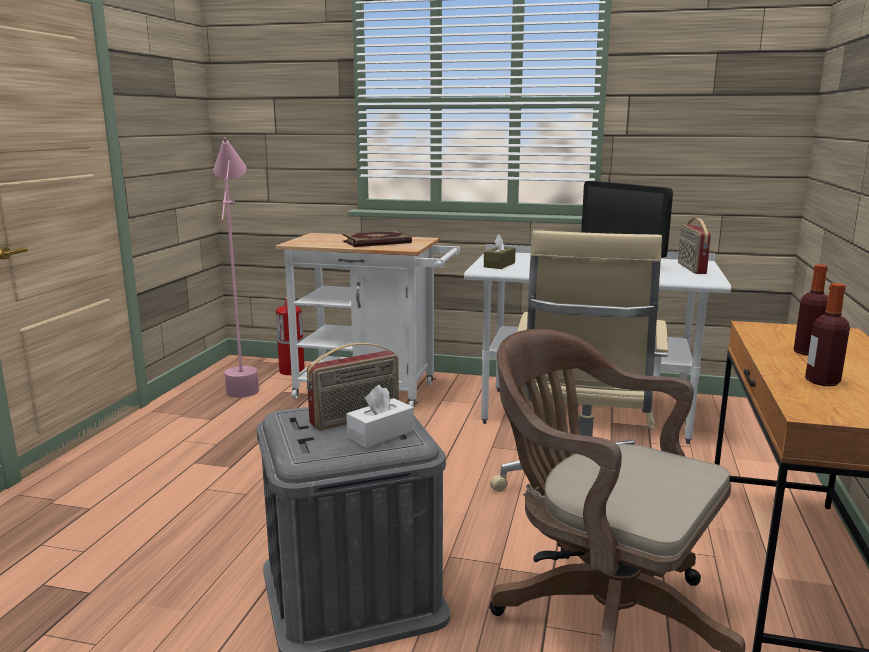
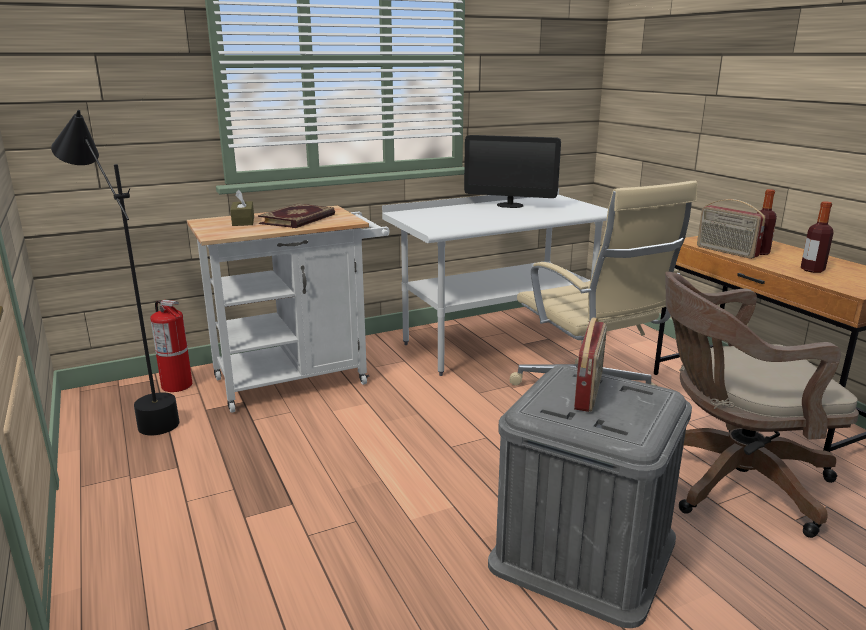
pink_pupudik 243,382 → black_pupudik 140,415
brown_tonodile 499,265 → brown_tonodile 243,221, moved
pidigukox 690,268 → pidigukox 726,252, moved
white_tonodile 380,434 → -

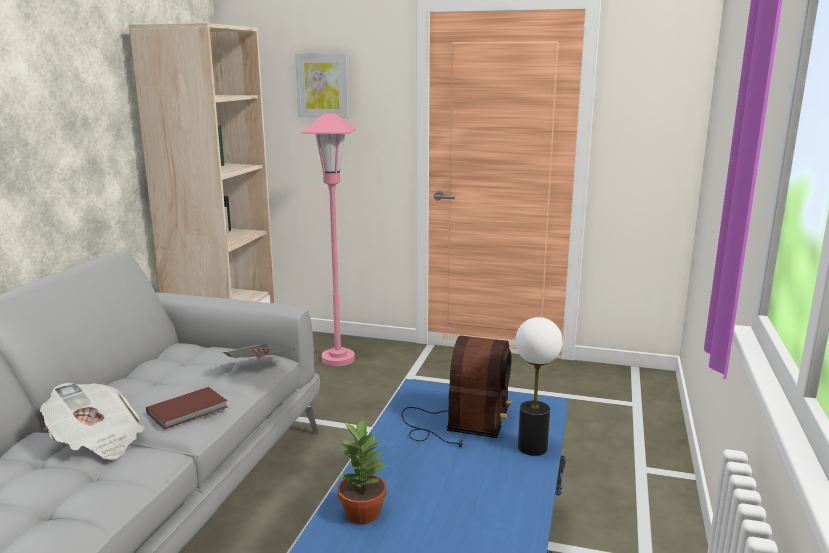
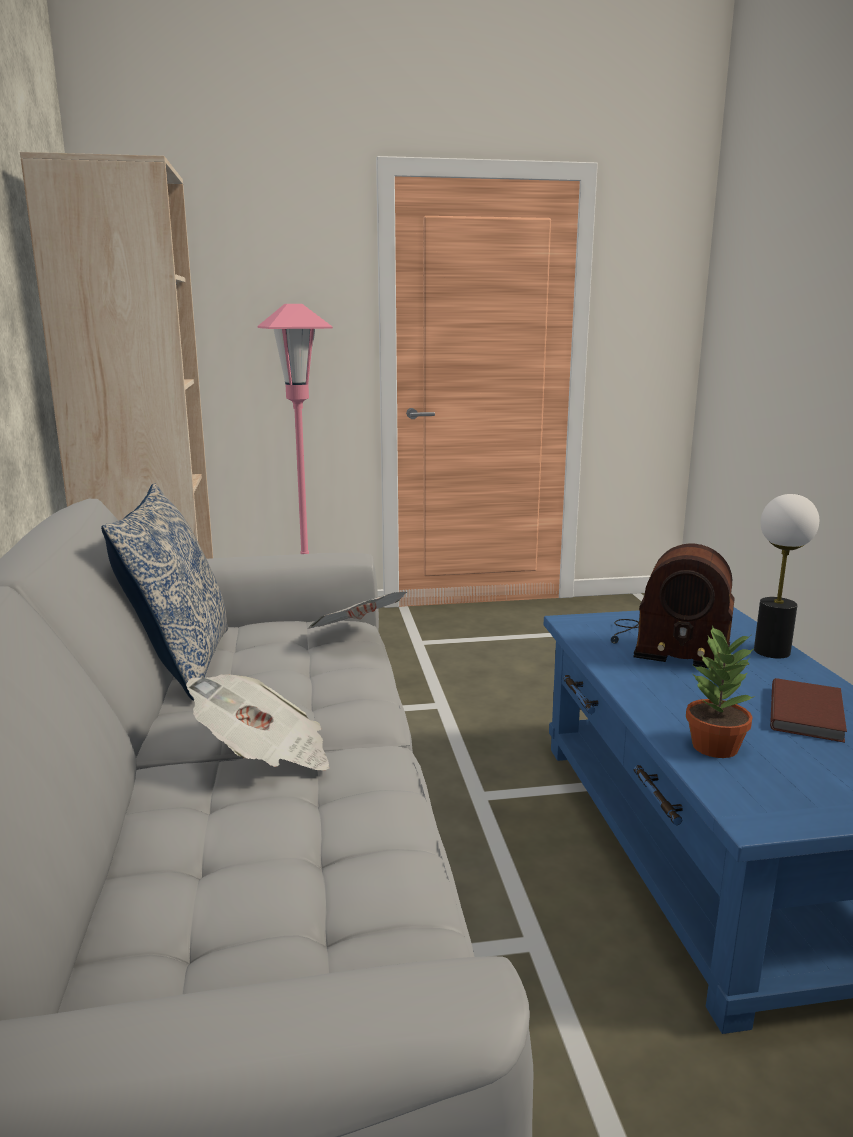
- → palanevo 180,663
pidigukox 458,423 → pidigukox 668,645, 120 degrees clockwise
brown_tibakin 189,410 → brown_tibakin 808,713, moved
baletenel 323,85 → -

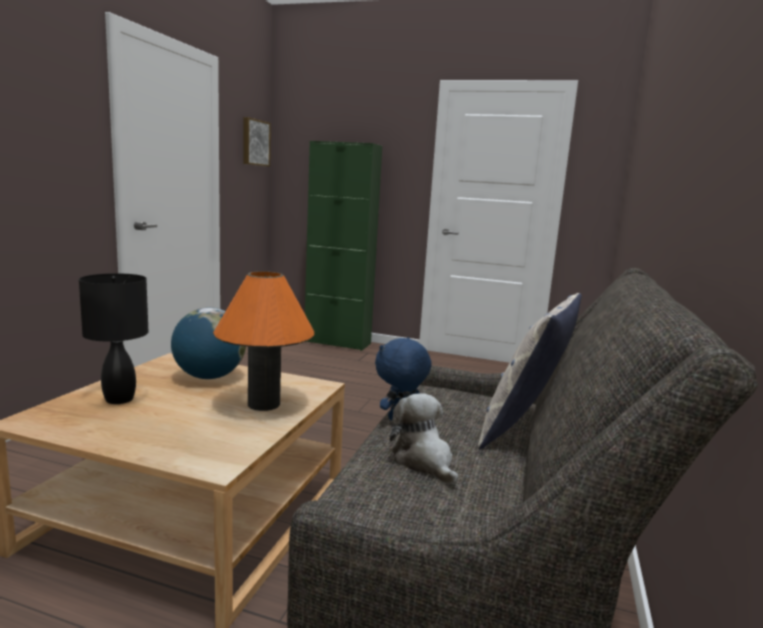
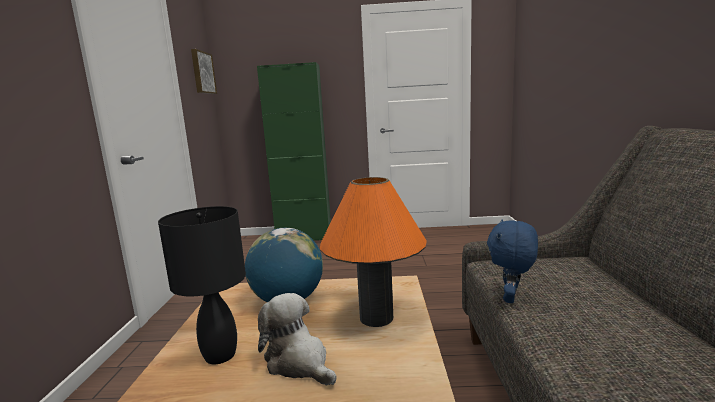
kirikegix 424,461 → kirikegix 299,362, moved
palanevo 523,429 → -

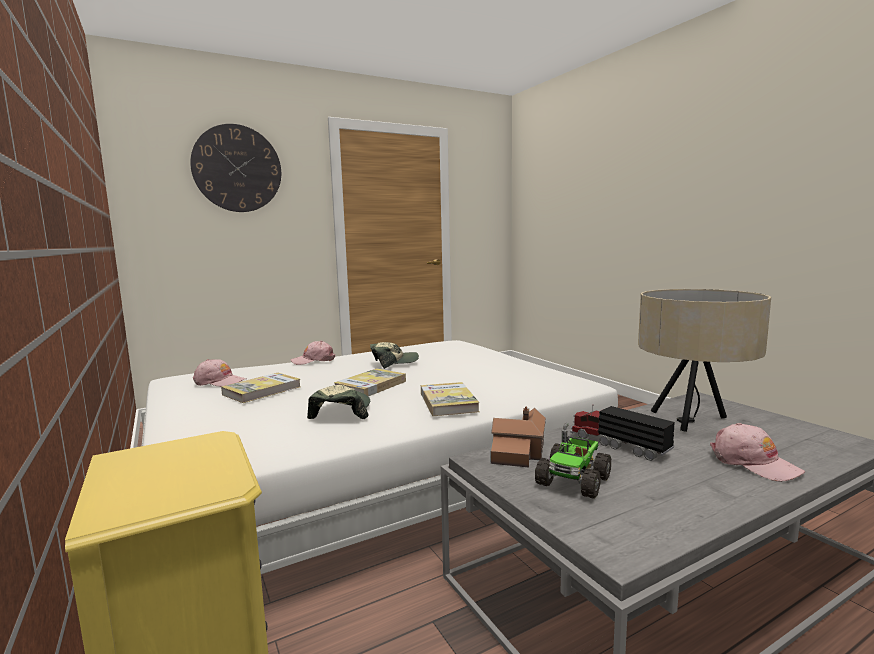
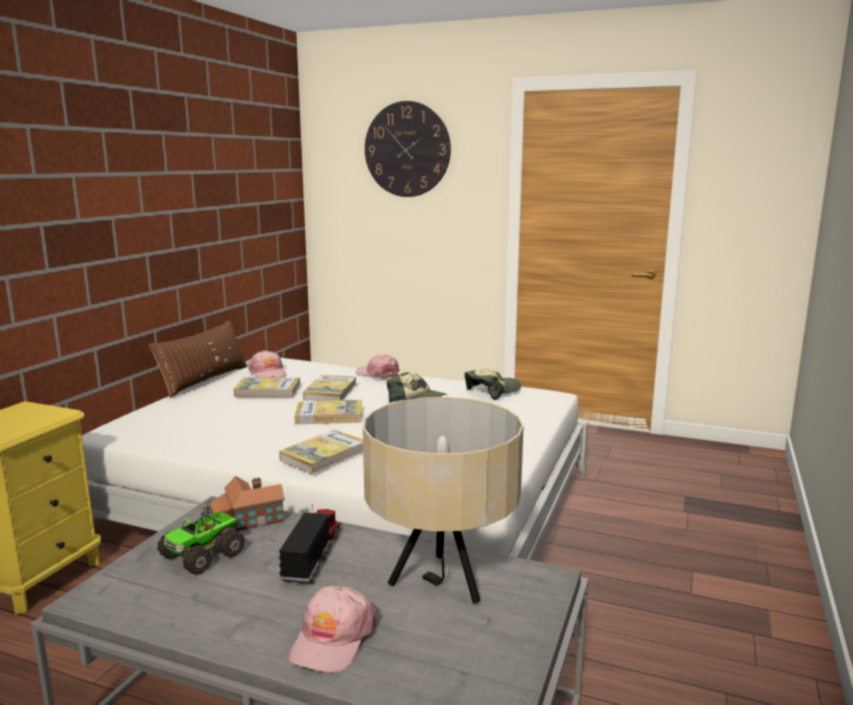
- → brown_palanevo 204,380
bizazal 574,480 → bizazal 203,555, 45 degrees counterclockwise
- → tibakin 330,391
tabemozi 341,412 → tabemozi 492,391, moved

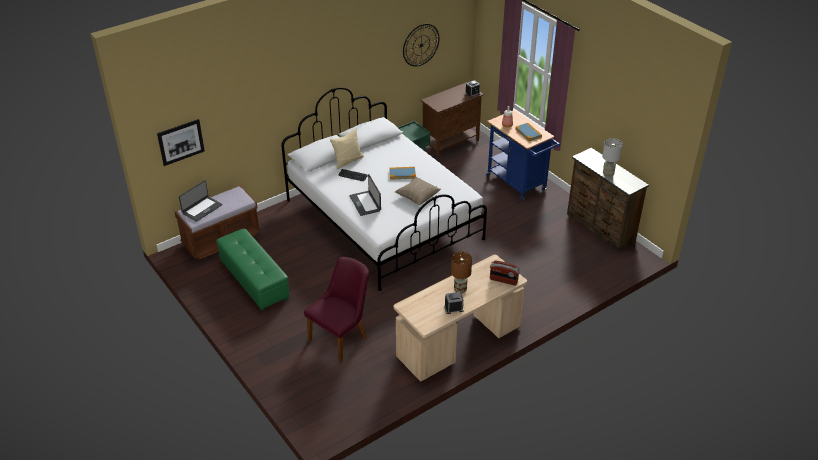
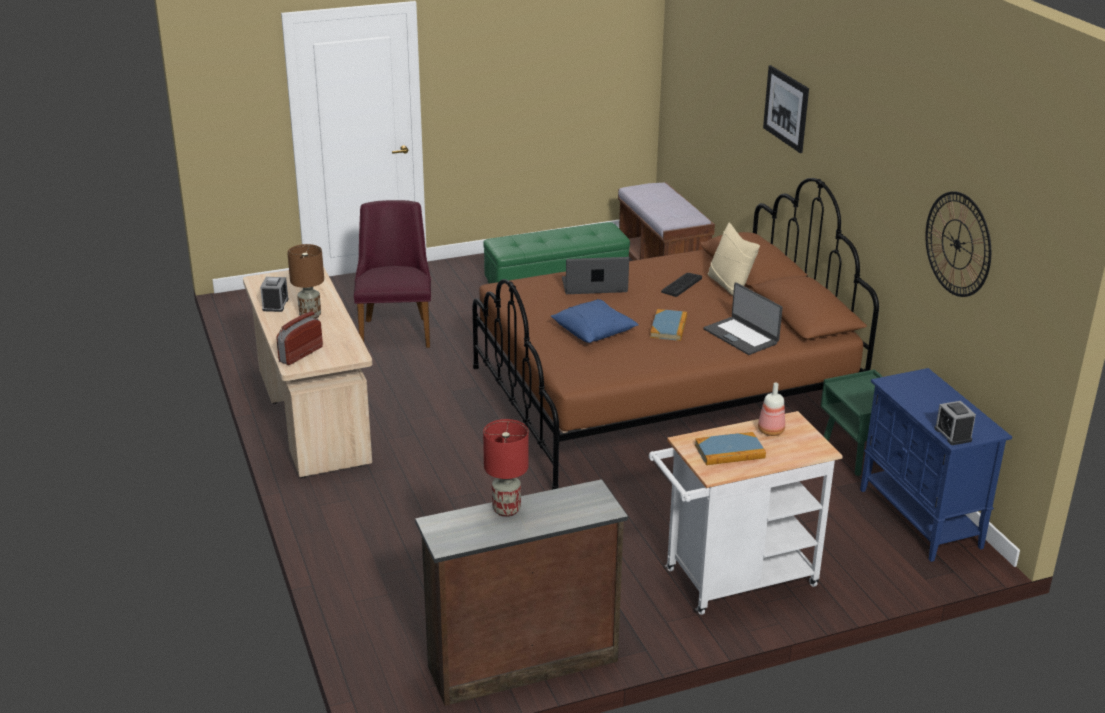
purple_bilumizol 342,336 → purple_bilumizol 396,329, 150 degrees counterclockwise
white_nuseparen 383,220 → brown_nuseparen 661,398
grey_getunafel 608,174 → red_getunafel 506,510
beige_palanevo 417,196 → blue_palanevo 594,331
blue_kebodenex 519,184 → white_kebodenex 732,581
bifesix 201,209 → bifesix 741,336, moved
baletenel 181,142 → baletenel 786,108, moved
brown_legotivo 451,143 → blue_legotivo 921,519

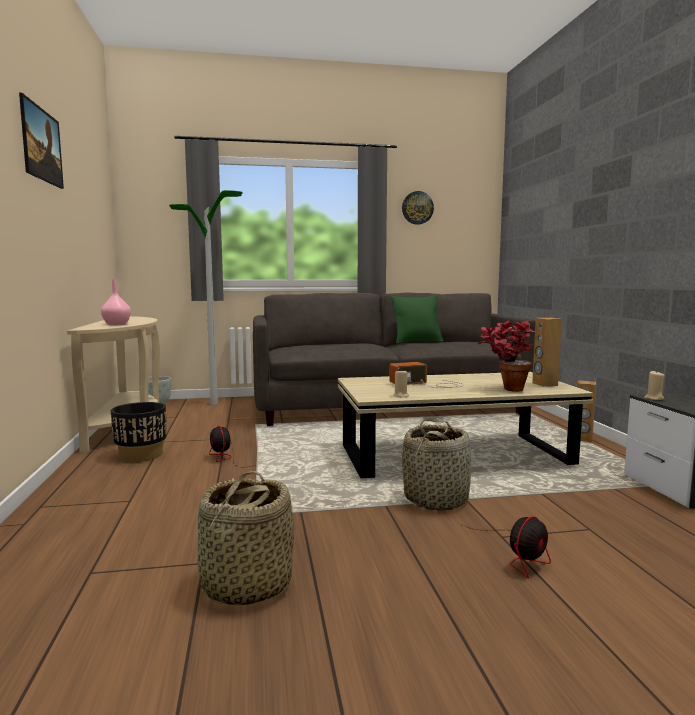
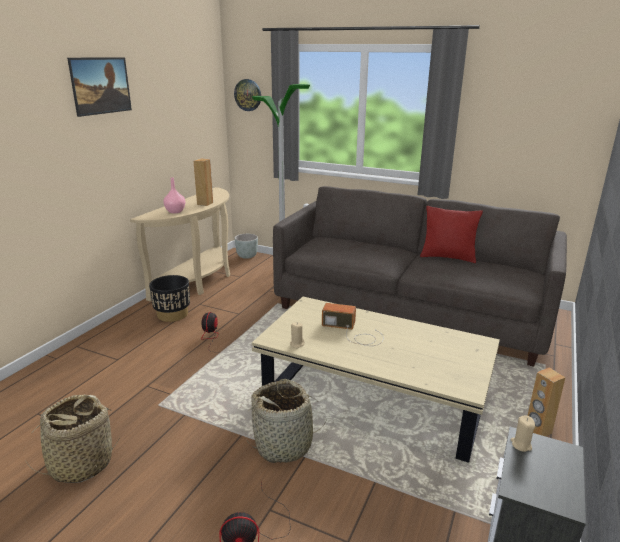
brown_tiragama 544,384 → brown_tiragama 205,203, moved
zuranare 417,208 → zuranare 248,95, moved
green_palanevo 417,342 → red_palanevo 447,257
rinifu 505,389 → -

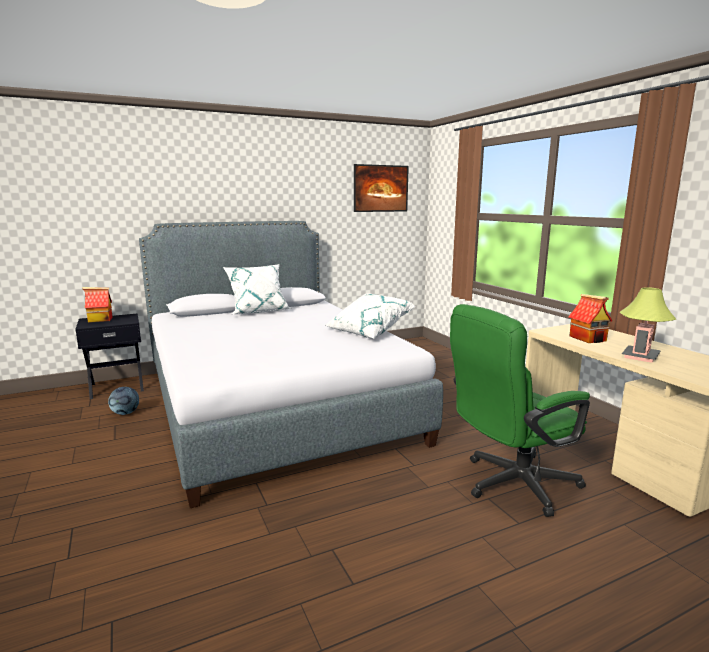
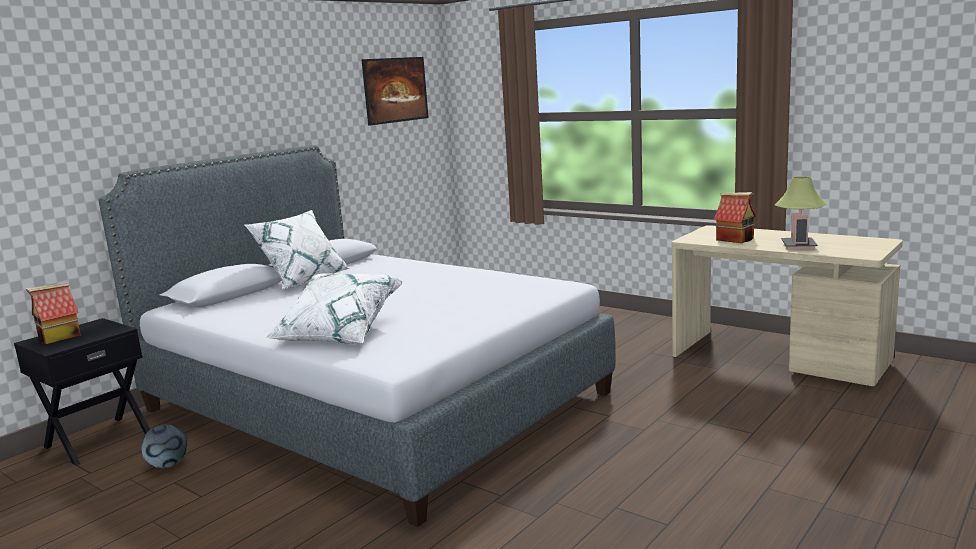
white_palanevo 368,331 → white_palanevo 337,332, moved
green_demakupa 510,485 → -

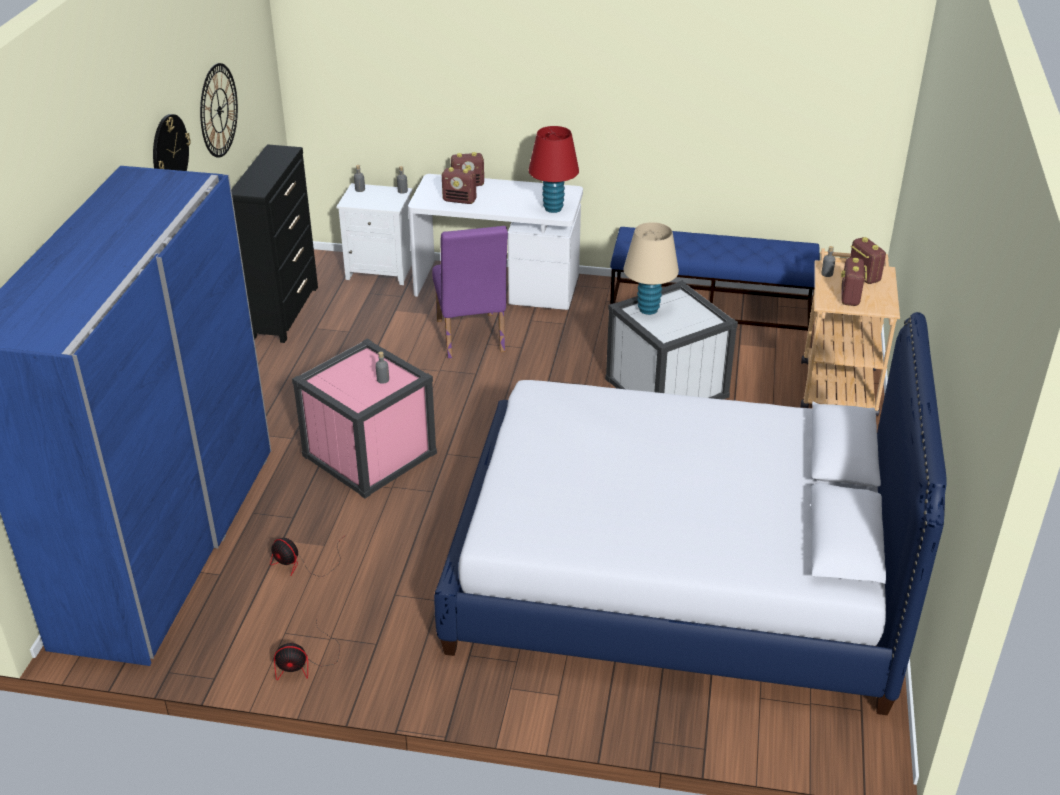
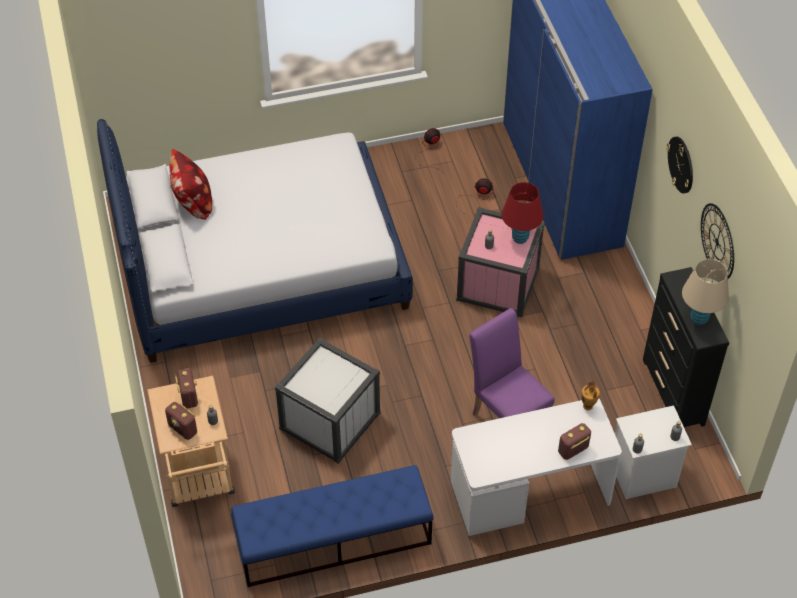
- → palanevo 193,202
red_getunafel 553,208 → red_getunafel 520,238, moved
- → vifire 588,407
beige_getunafel 648,309 → beige_getunafel 699,319, moved
pidigukox 460,200 → -

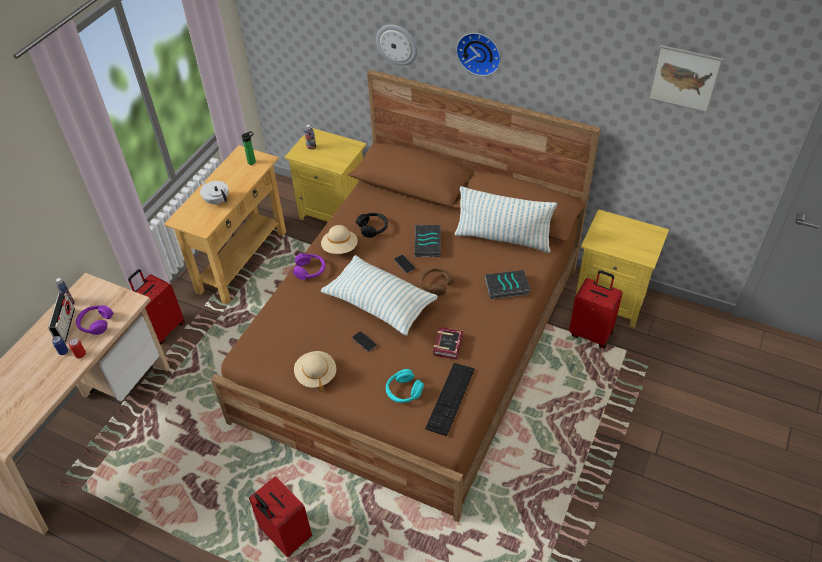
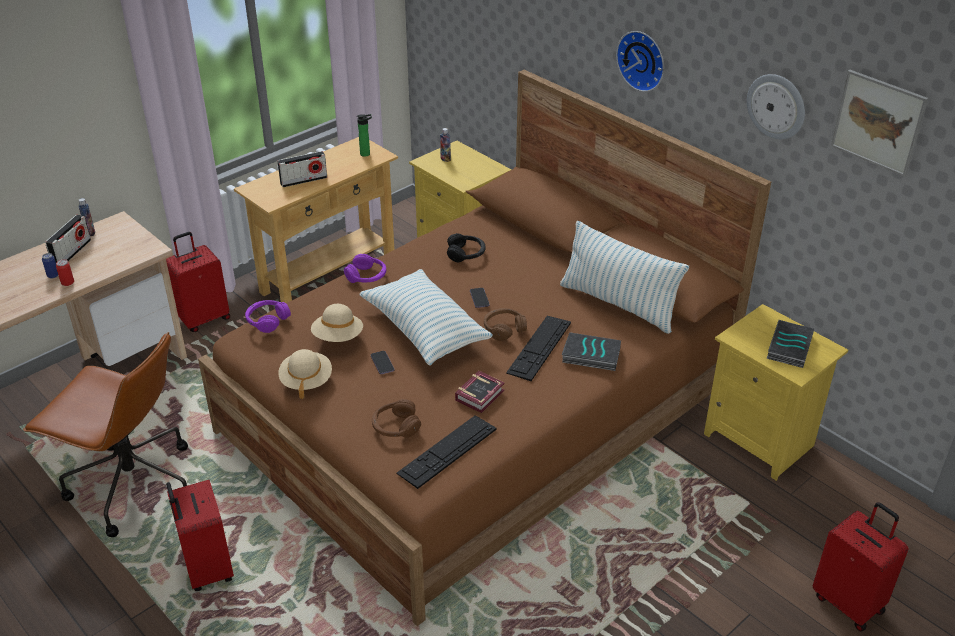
- → brown_demakupa 131,485
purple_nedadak 96,323 → purple_nedadak 267,321, moved
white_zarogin 217,200 → pidigukox 303,180
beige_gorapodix 340,248 → beige_gorapodix 338,337, moved
turquoise_nedadak 403,391 → brown_nedadak 395,426
- → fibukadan 539,347
zuranare 397,44 → zuranare 776,106, moved
tibakin 426,243 → tibakin 788,347, moved
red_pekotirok 591,333 → red_pekotirok 849,602, moved

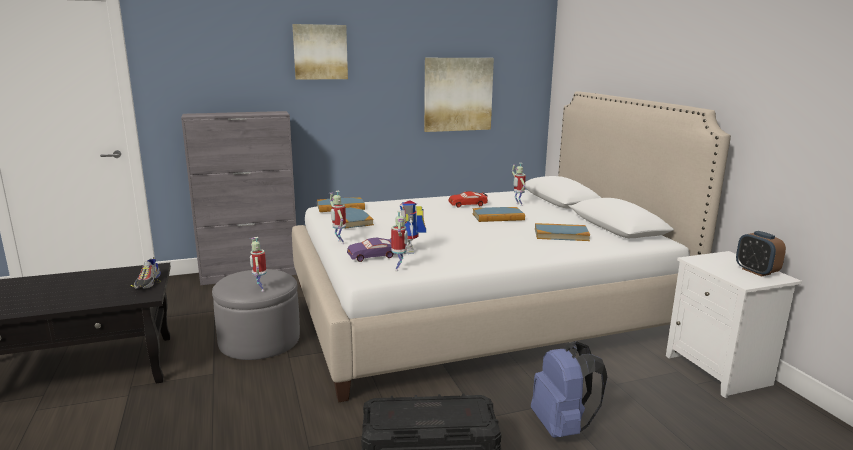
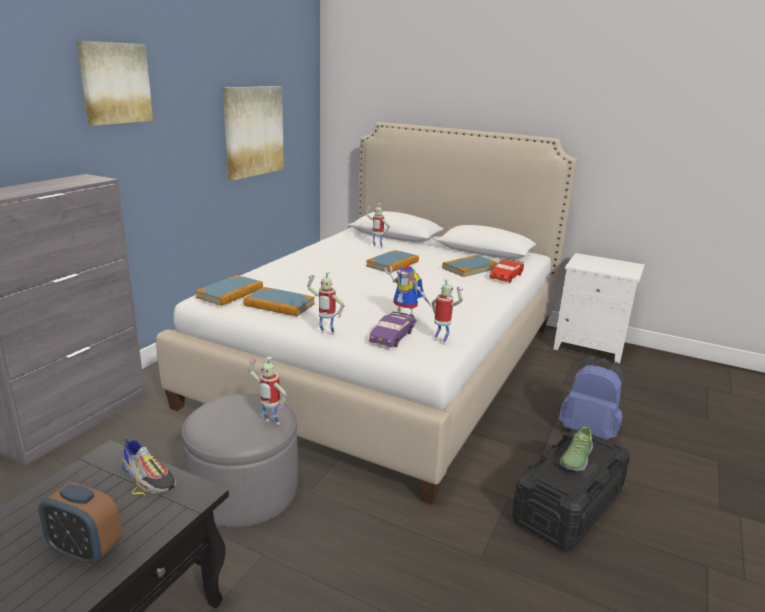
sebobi 756,271 → sebobi 85,550, moved
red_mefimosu 467,204 → red_mefimosu 506,276, moved
- → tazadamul 575,458

